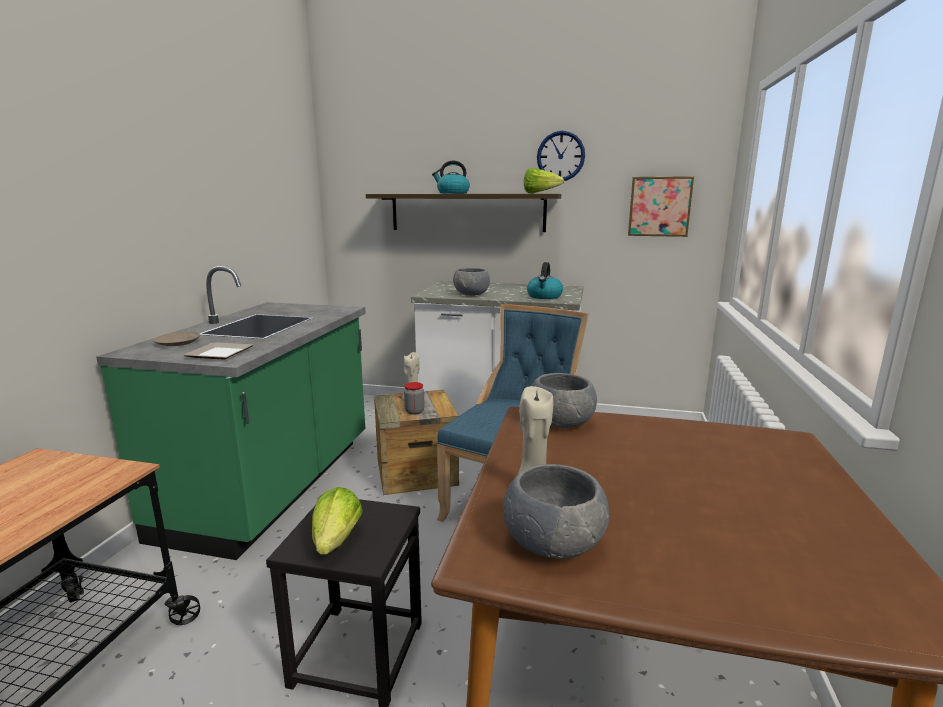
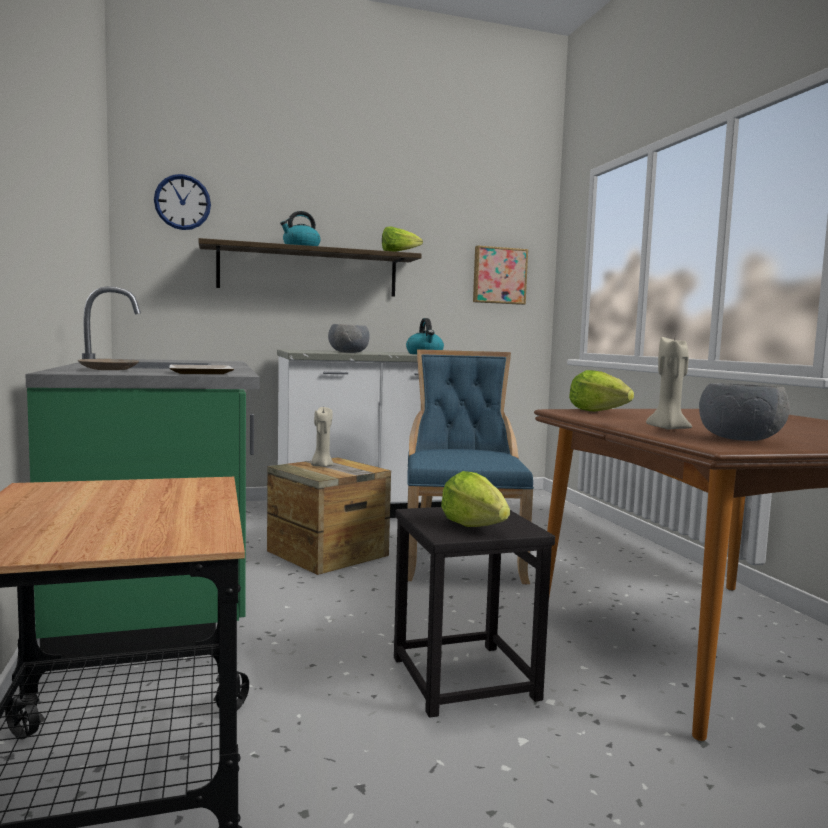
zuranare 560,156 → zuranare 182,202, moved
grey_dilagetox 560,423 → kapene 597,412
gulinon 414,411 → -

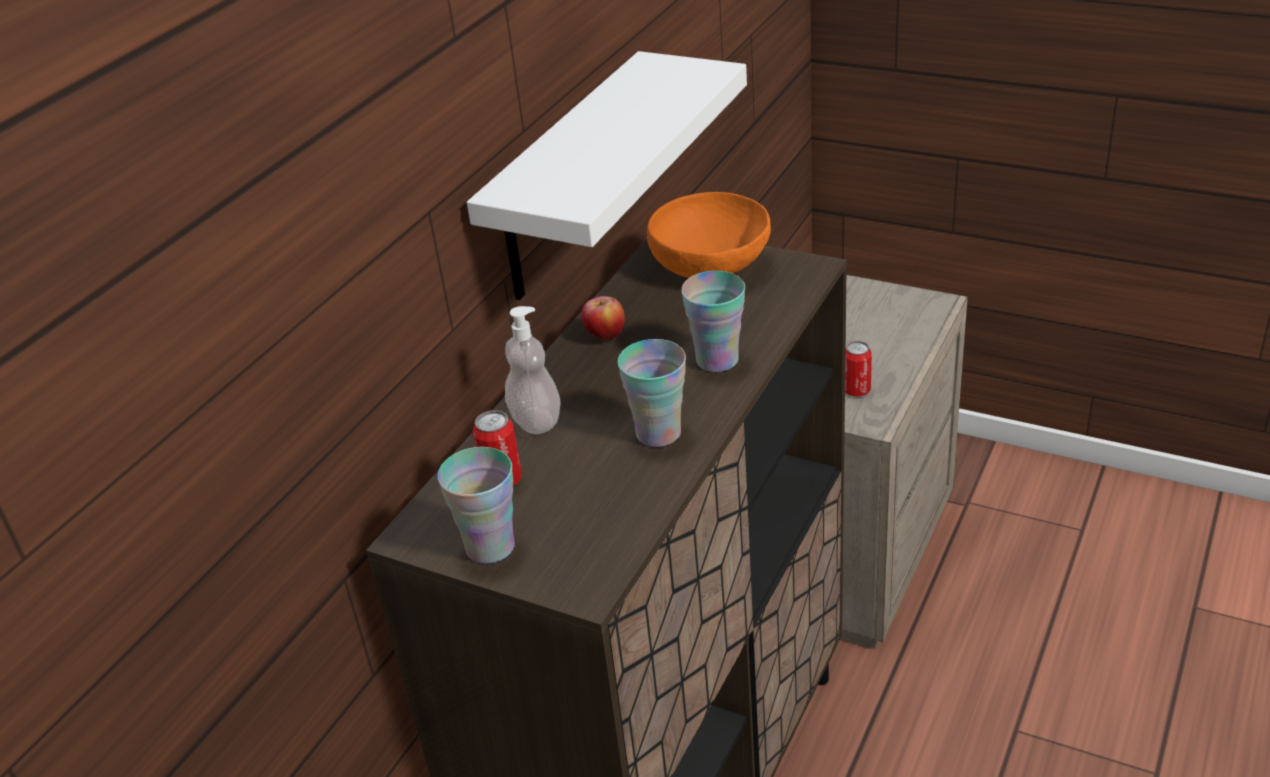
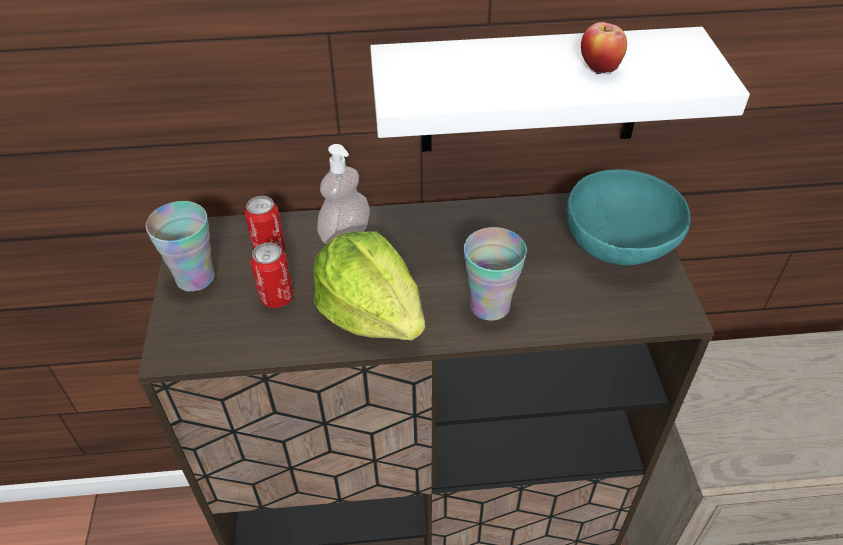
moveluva 856,390 → moveluva 277,298, moved
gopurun 658,433 → kapene 371,311
orange_dilagetox 712,265 → turquoise_dilagetox 620,244
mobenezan 605,337 → mobenezan 599,69, moved

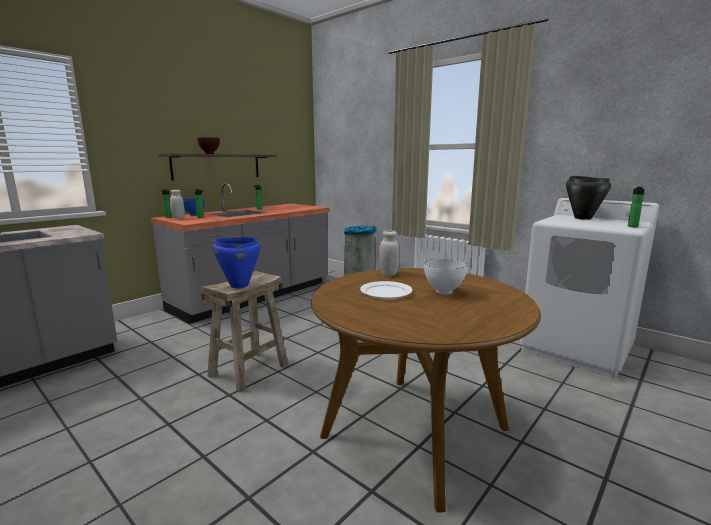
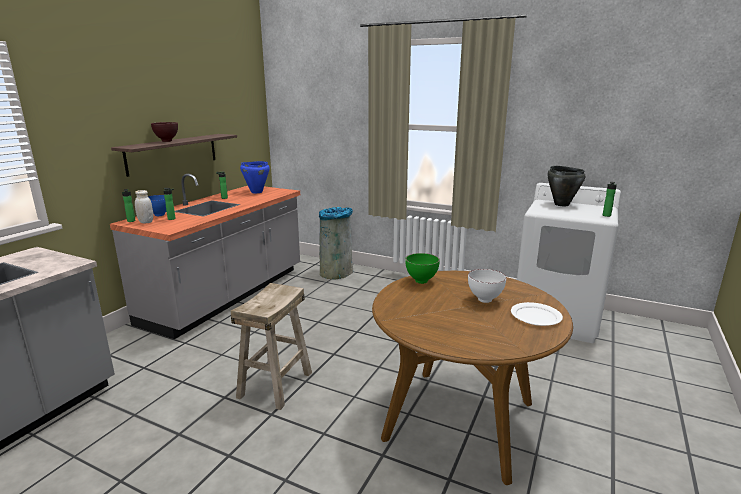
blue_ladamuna 239,285 → blue_ladamuna 256,192, moved
white_gulinon 388,274 → green_dilagetox 422,281
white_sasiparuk 385,292 → white_sasiparuk 535,316, moved

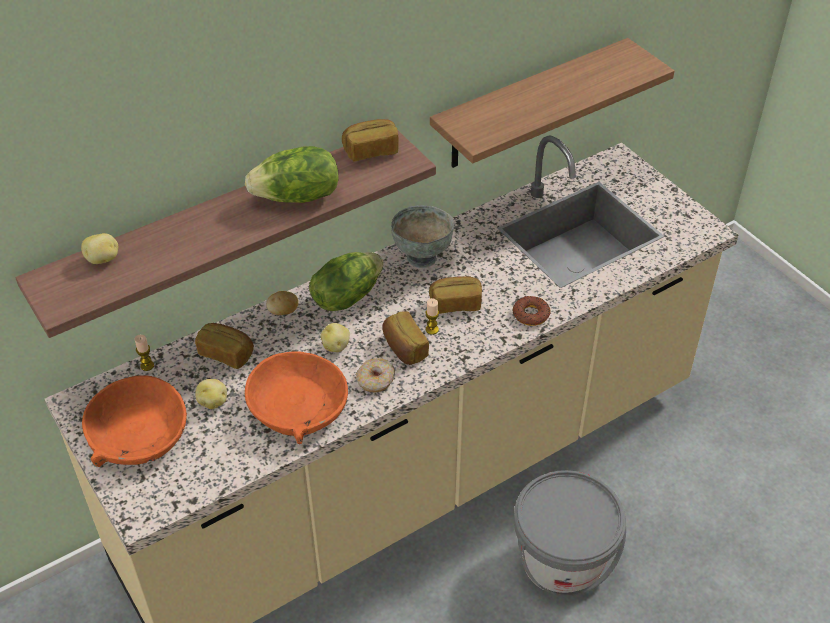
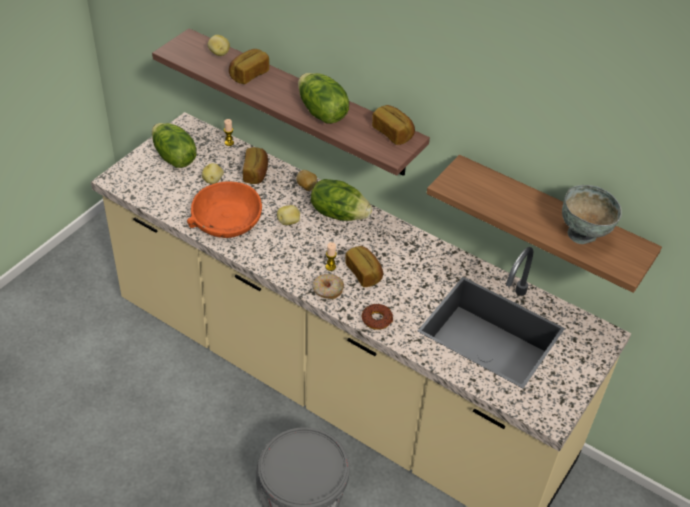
orange_dilagetox 138,434 → kapene 173,158
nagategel 404,348 → nagategel 248,74, moved
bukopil 375,380 → bukopil 327,290, moved
grey_dilagetox 422,256 → grey_dilagetox 583,234, moved

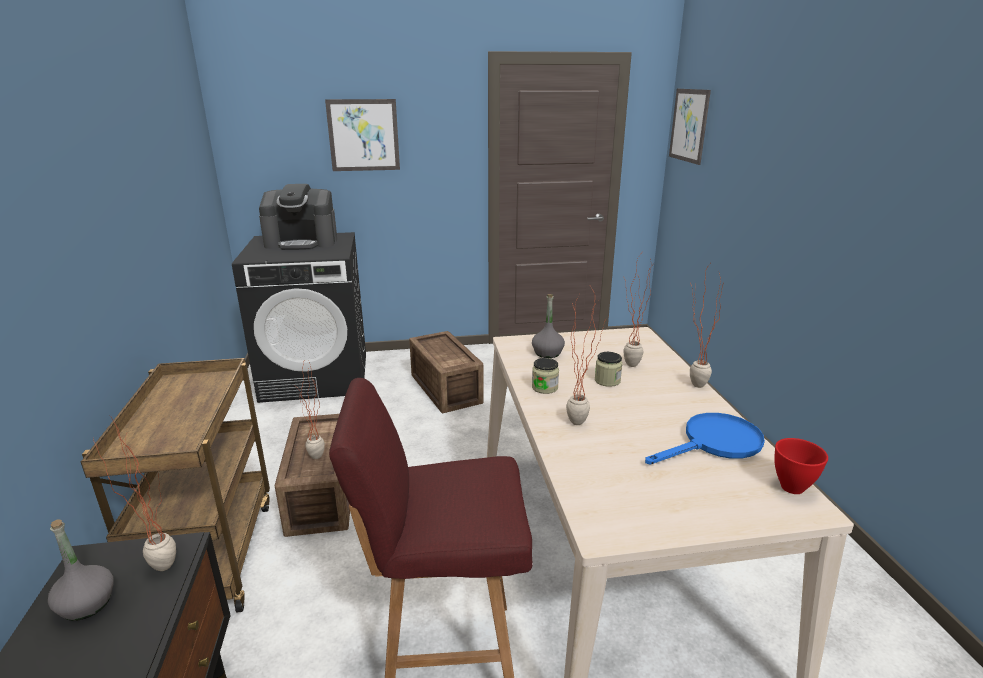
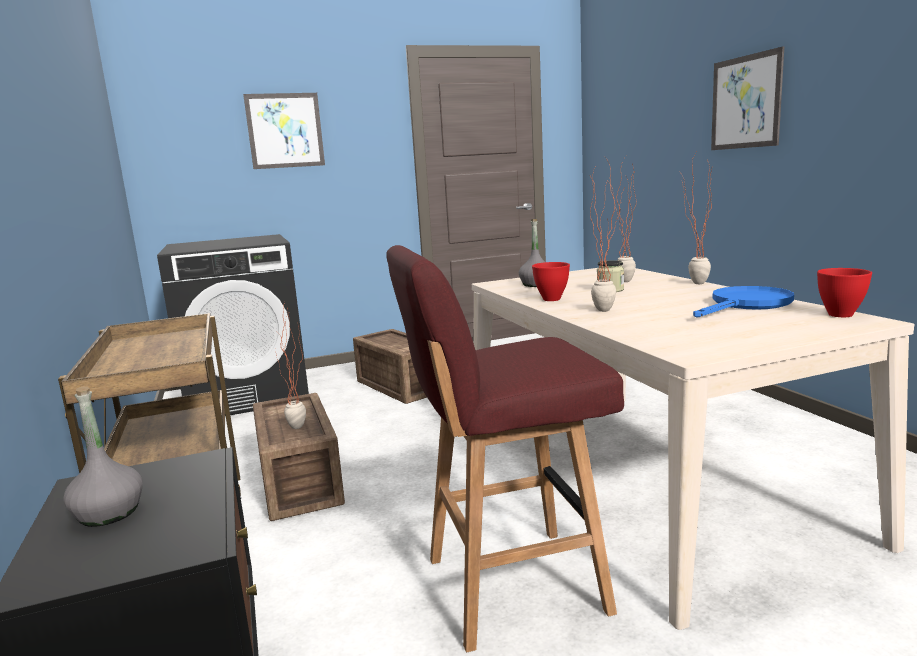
gulinon 544,387 → red_dilagetox 552,299
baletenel 689,125 → baletenel 745,102, moved
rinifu 159,563 → -
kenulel 302,242 → -

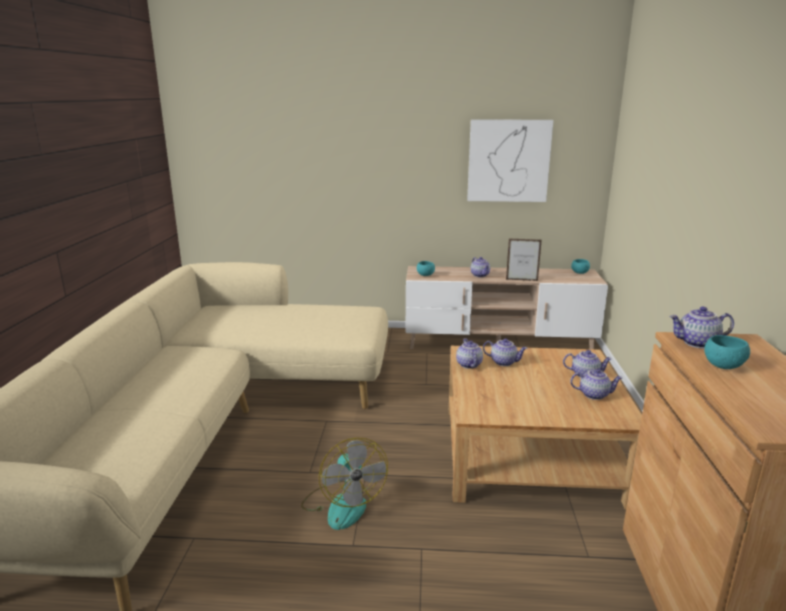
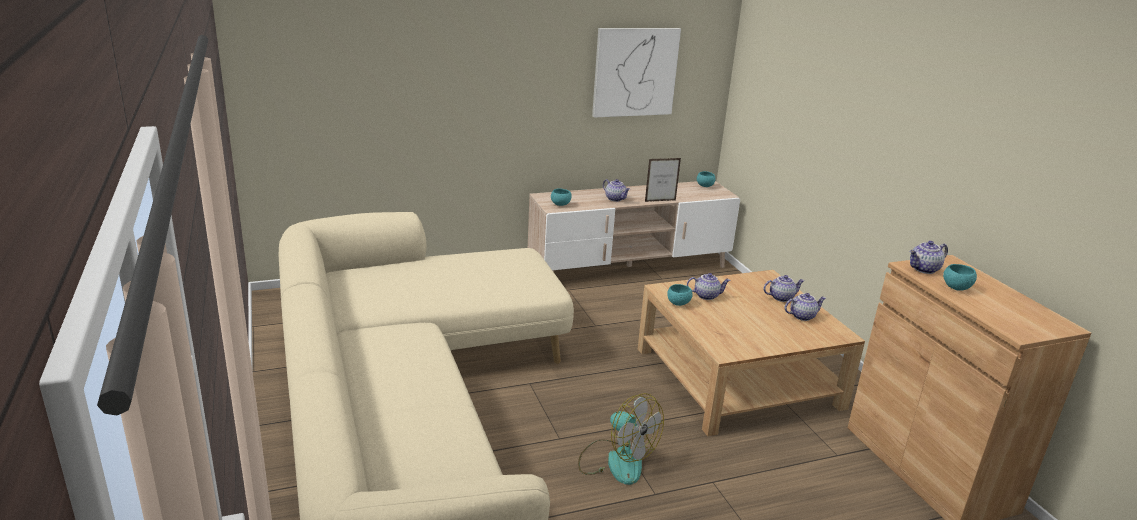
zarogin 468,364 → turquoise_dilagetox 678,303

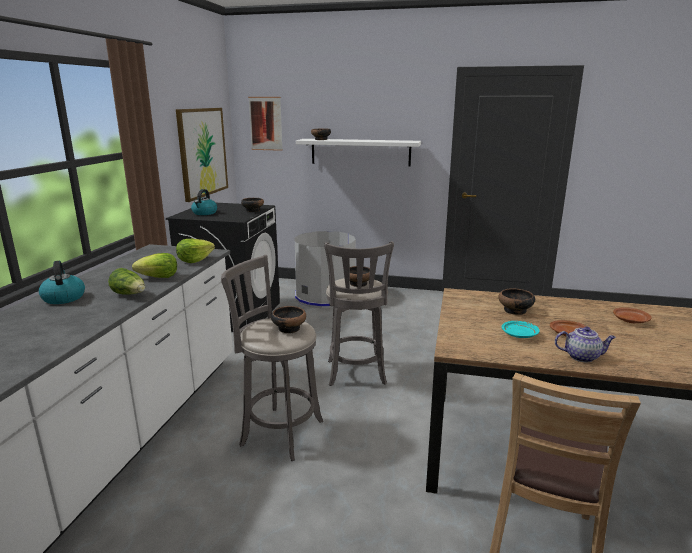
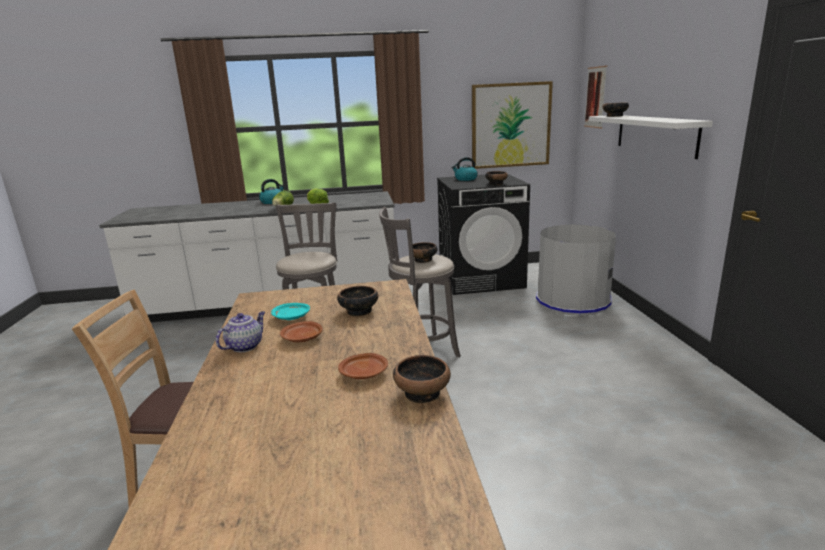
zarogin 582,357 → zarogin 245,346, 135 degrees counterclockwise
dilagetox 289,328 → dilagetox 423,393, moved
kapene 194,260 → -

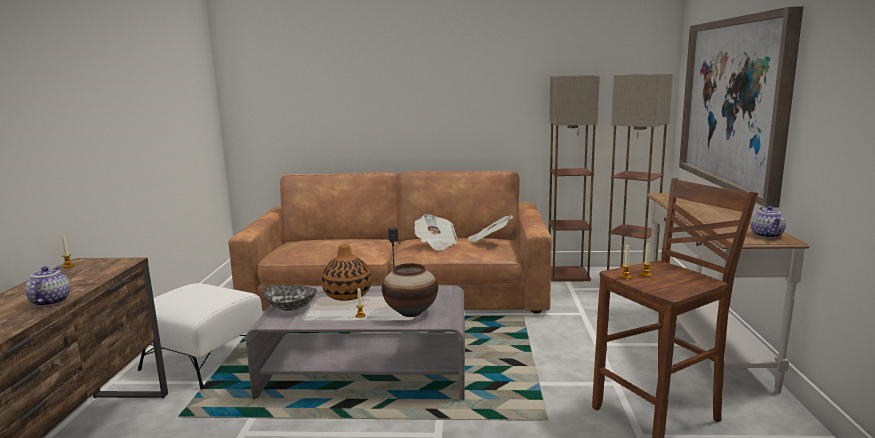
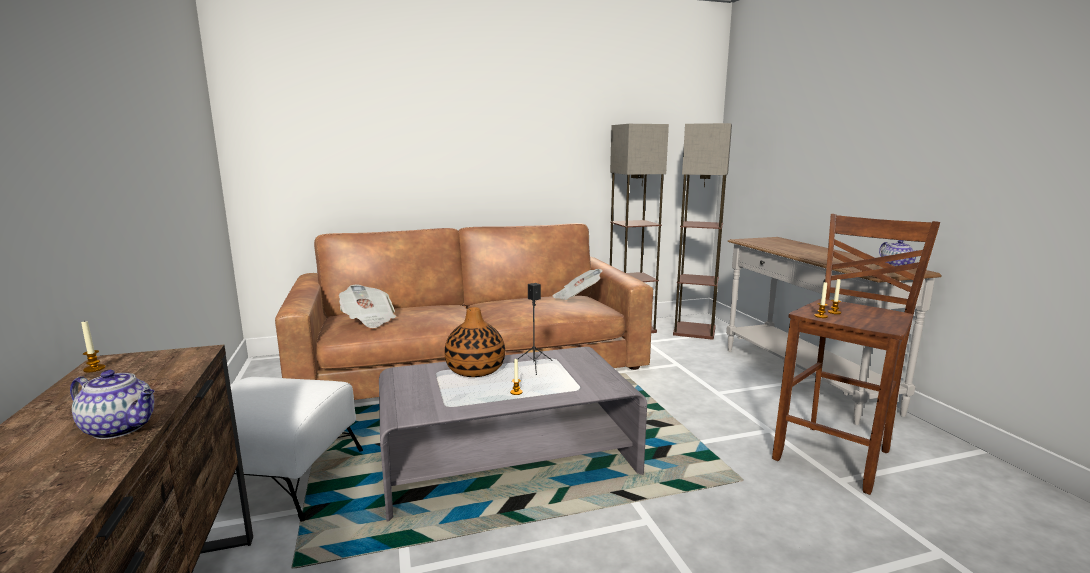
zarogin 50,301 → zarogin 121,428, 135 degrees clockwise
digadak 436,244 → digadak 368,320, moved
dilagetox 291,307 → -
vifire 410,313 → -
baletenel 733,103 → -

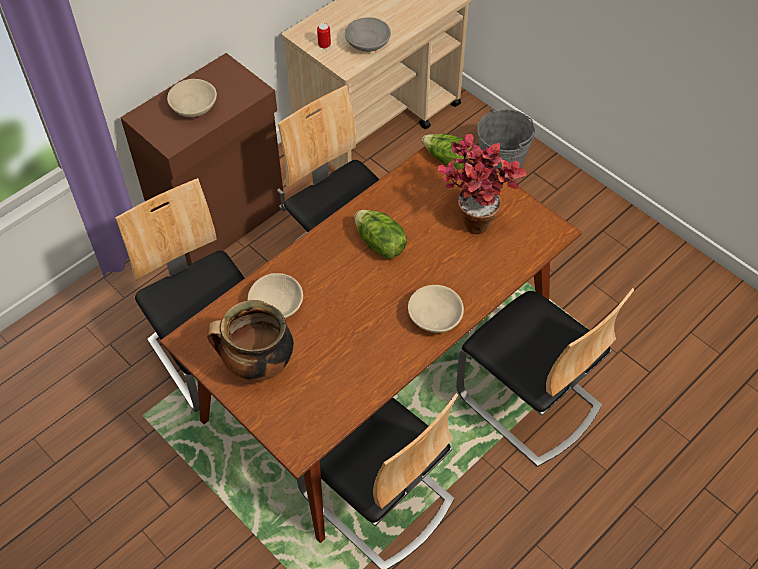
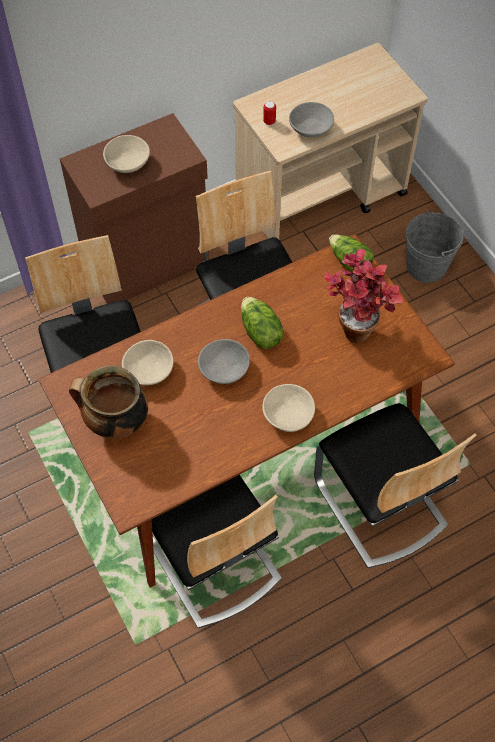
- → grey_dilagetox 224,370

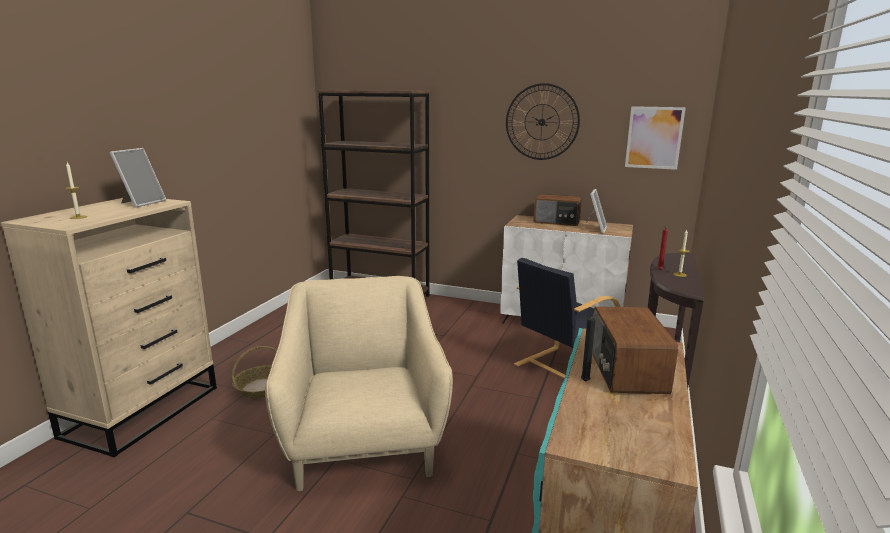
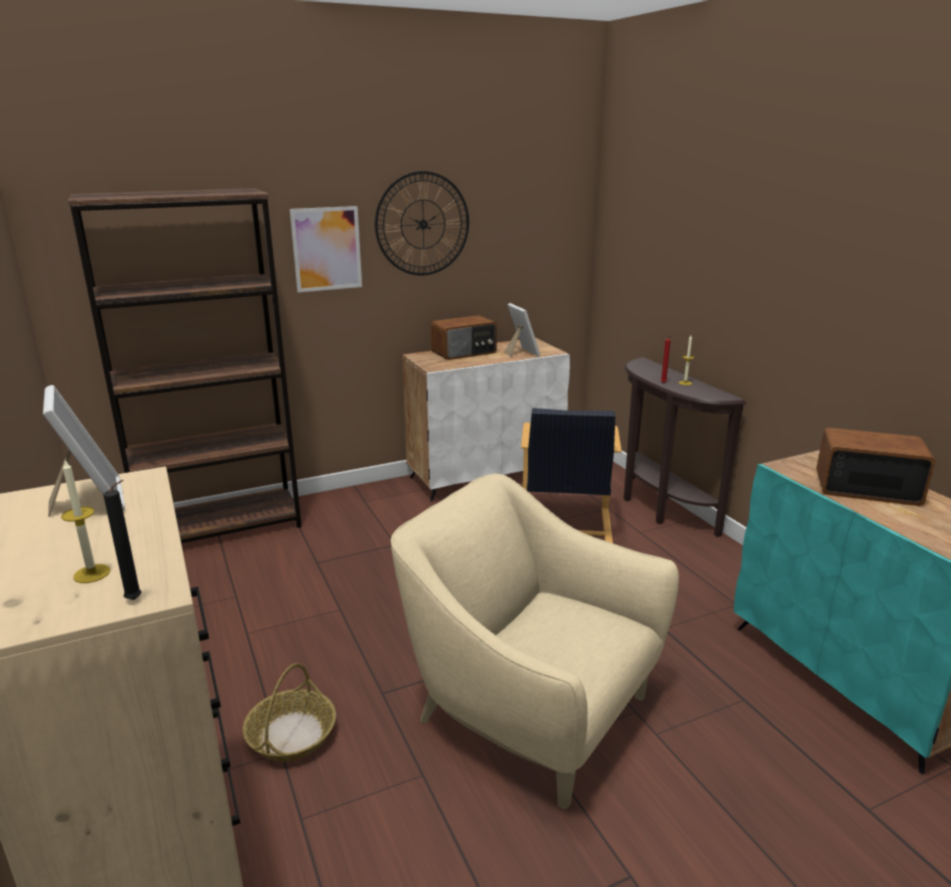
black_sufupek 586,382 → black_sufupek 136,600, moved
baletenel 654,137 → baletenel 326,249, moved
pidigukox 625,371 → pidigukox 866,487, 150 degrees clockwise

